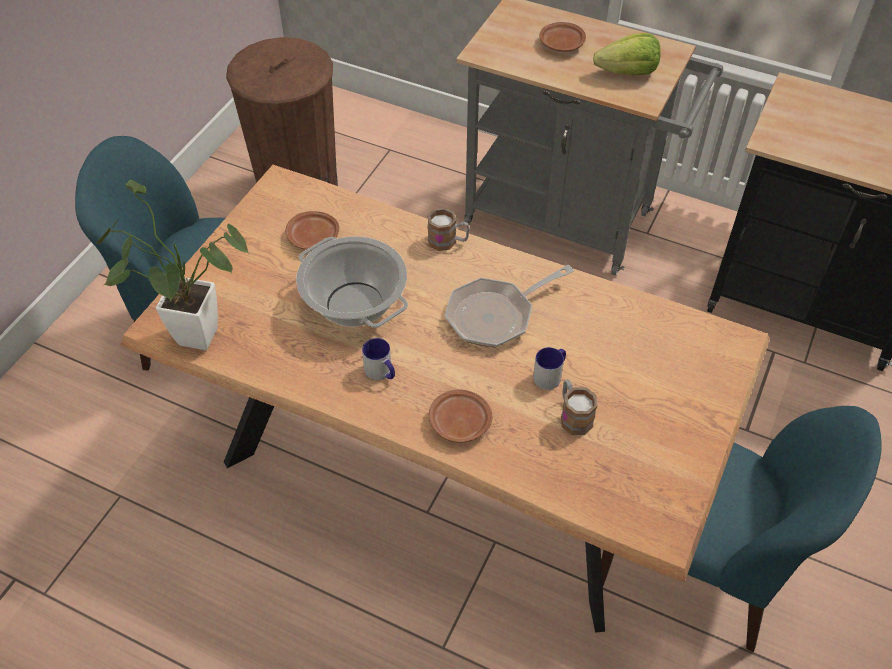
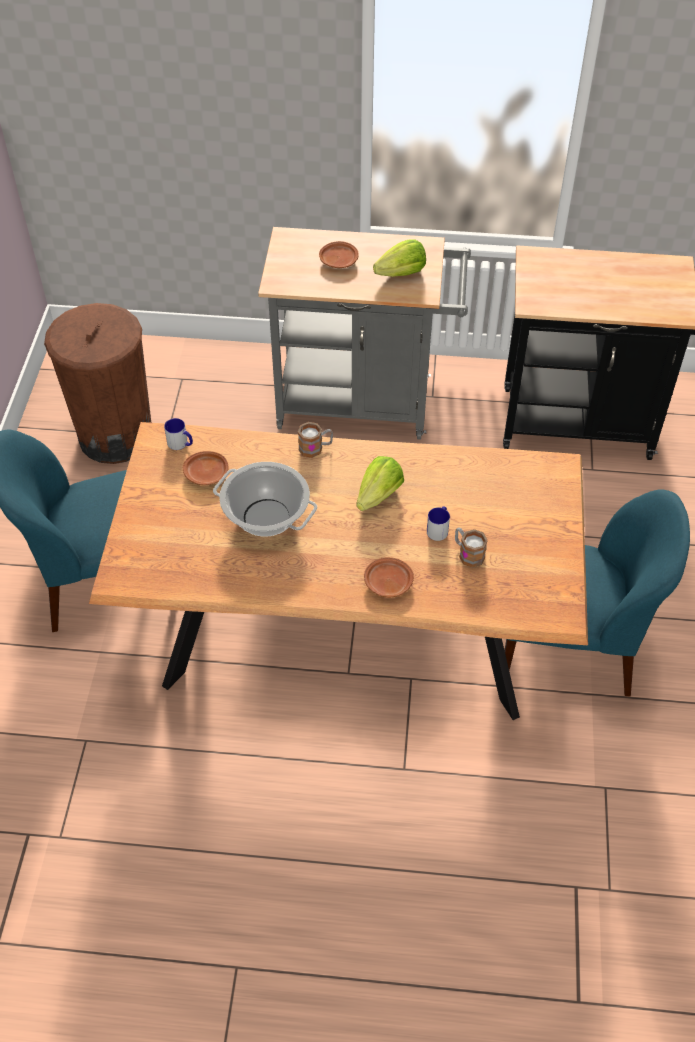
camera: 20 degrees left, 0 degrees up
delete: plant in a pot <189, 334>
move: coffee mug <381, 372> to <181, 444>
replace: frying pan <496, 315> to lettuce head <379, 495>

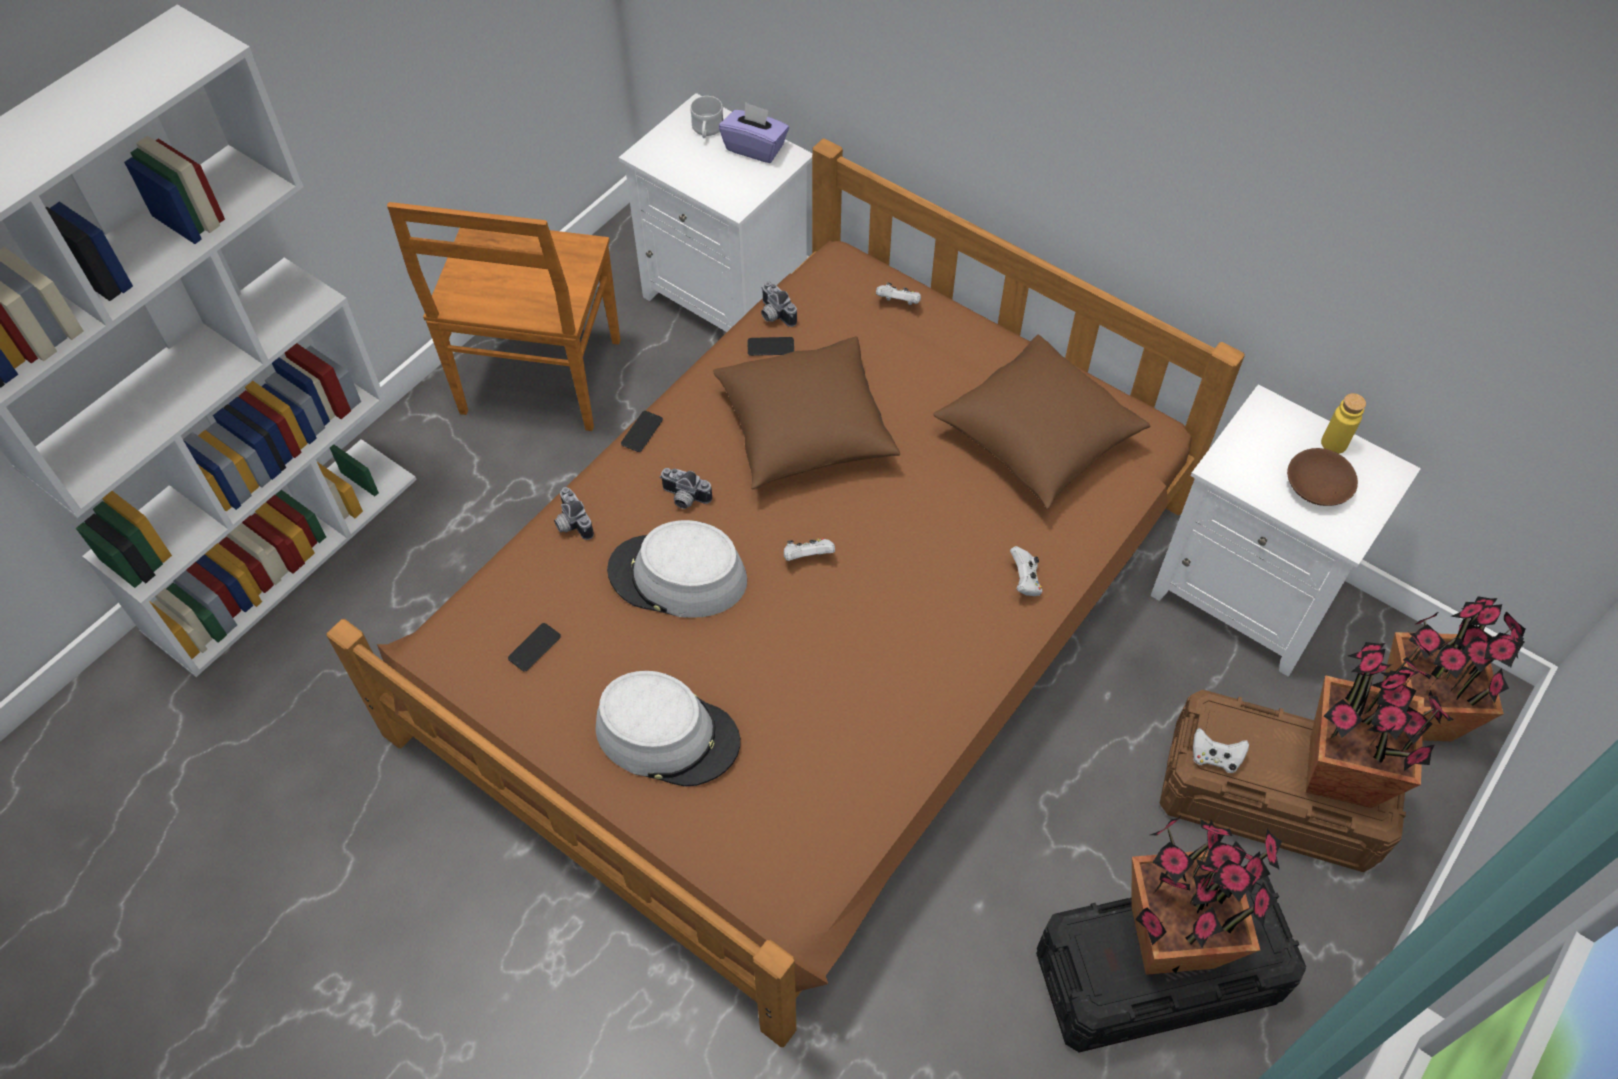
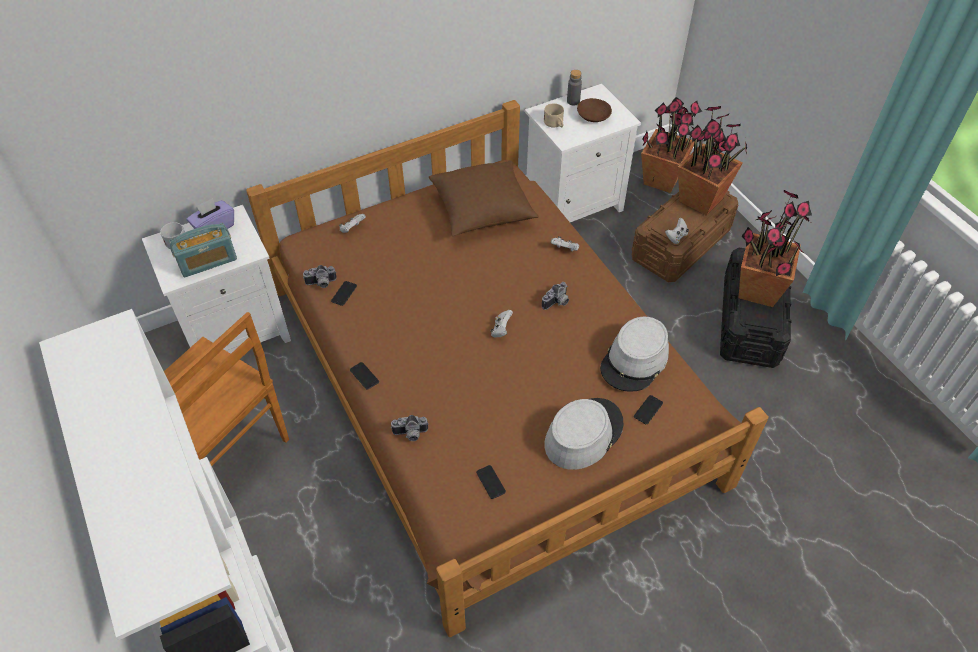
camera: 65 degrees left, 5 degrees down
delete: brownish throw pillow <805, 431>
insert: beige-coloured coffee mug <555, 124>; radio <207, 261>; handset <648, 410>
move: still camera <684, 498> to <557, 303>; greyish clothing hat <677, 576> to <635, 361>
recolor: yellow-coloured beverage bottle <1334, 443> to greyish beverage bottle <573, 101>

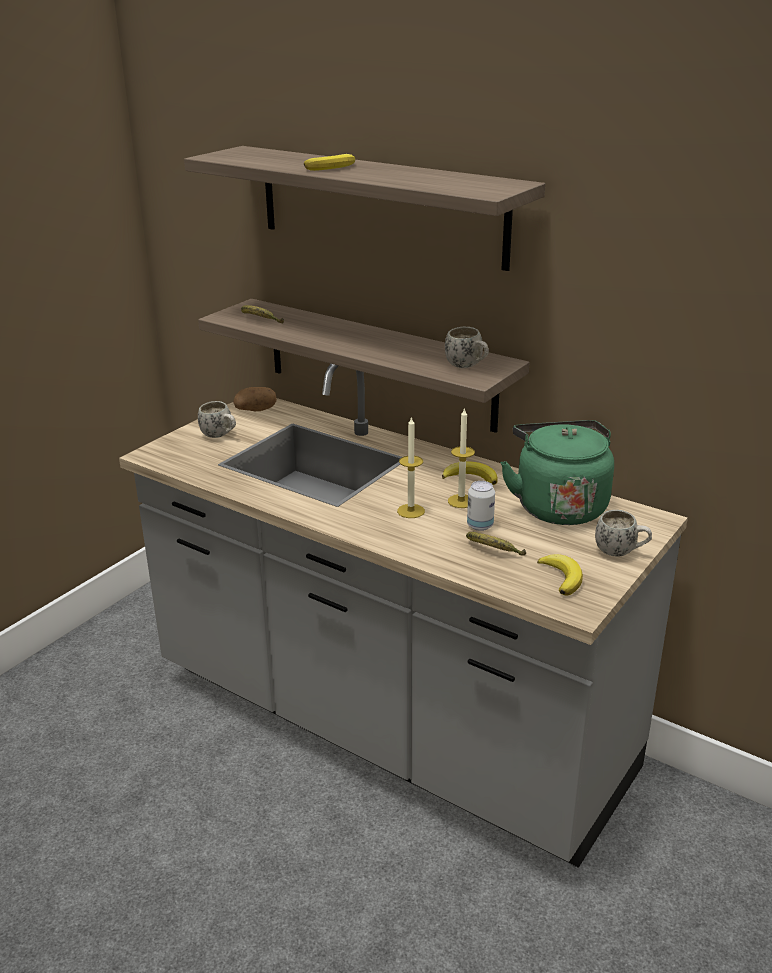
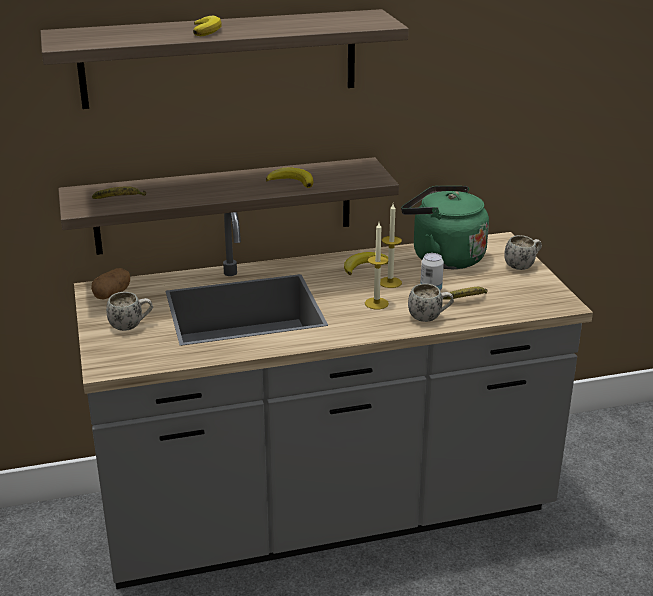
camera: 50 degrees left, 0 degrees up
move: white-coloured coffee mug <468, 367> to <430, 318>; banana fruit <562, 577> to <292, 181>

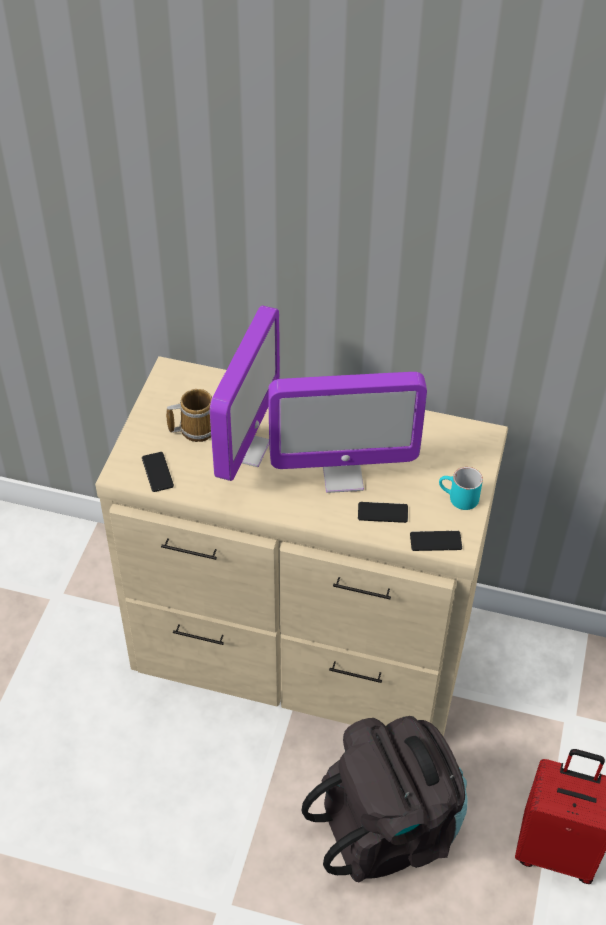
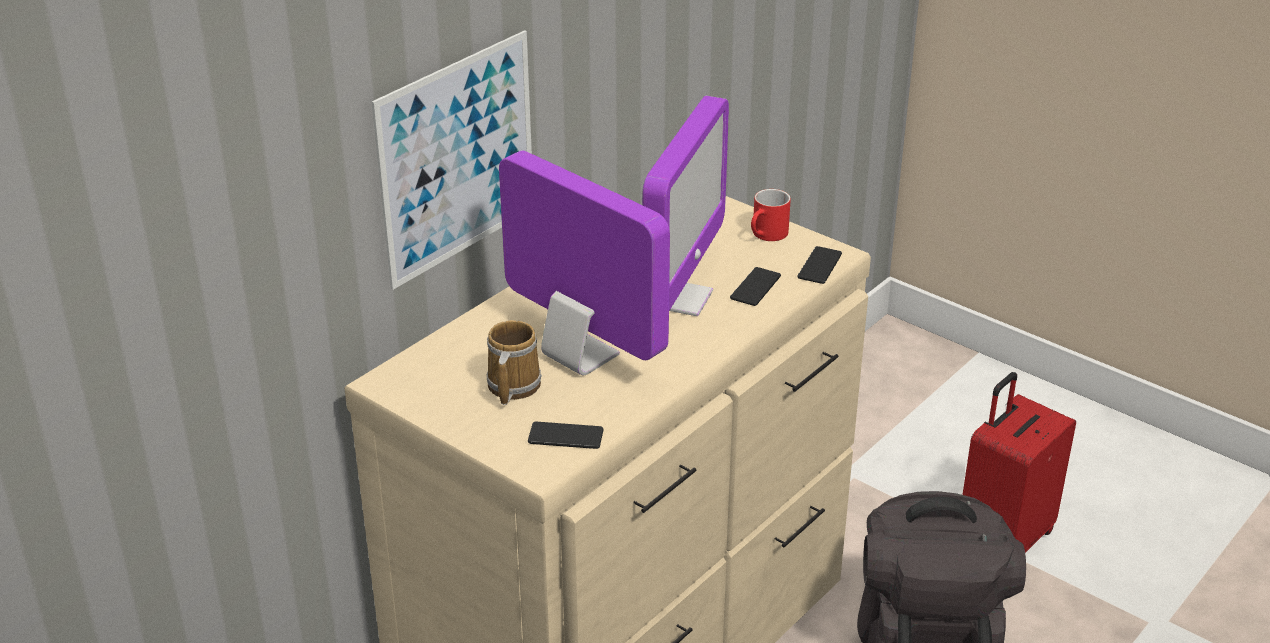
camera: 65 degrees left, 15 degrees down
insert: wall picture <457, 159>
recolor: turquoise coffee mug <458, 498> to reddish coffee mug <767, 236>

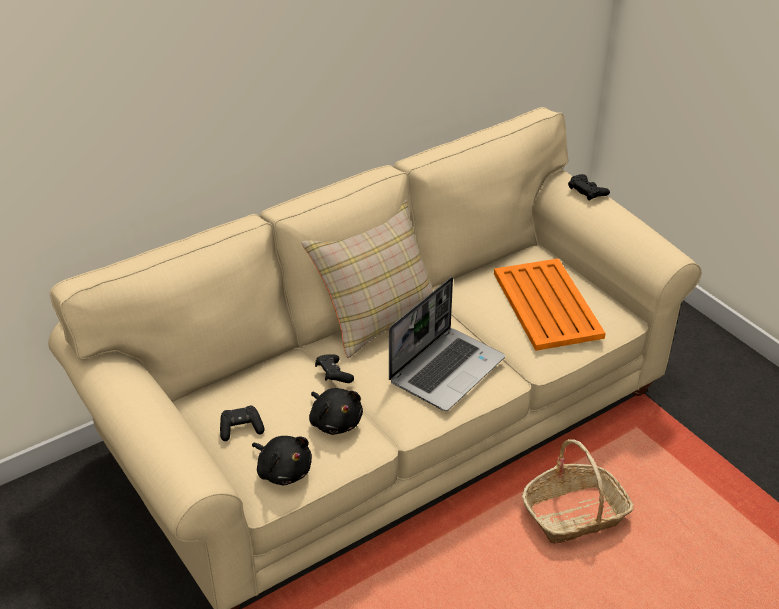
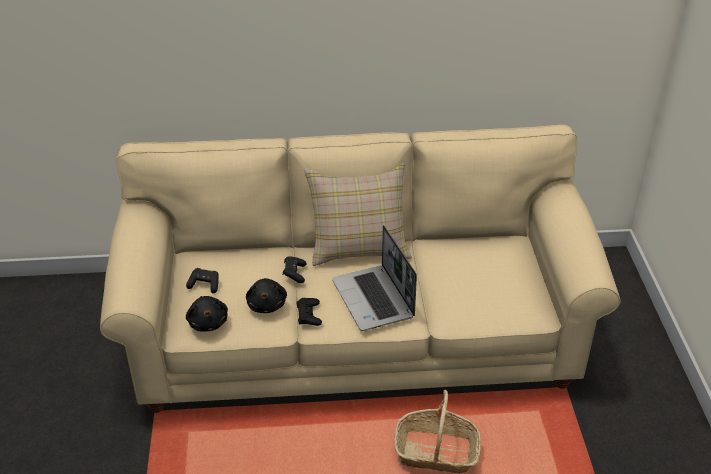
camera: 30 degrees right, 0 degrees up
delete: orange-coloured tray <547, 306>
move: black gamepad <587, 190> to <309, 315>
rotate: portable computer <446, 369> = <374, 300> 90 degrees clockwise

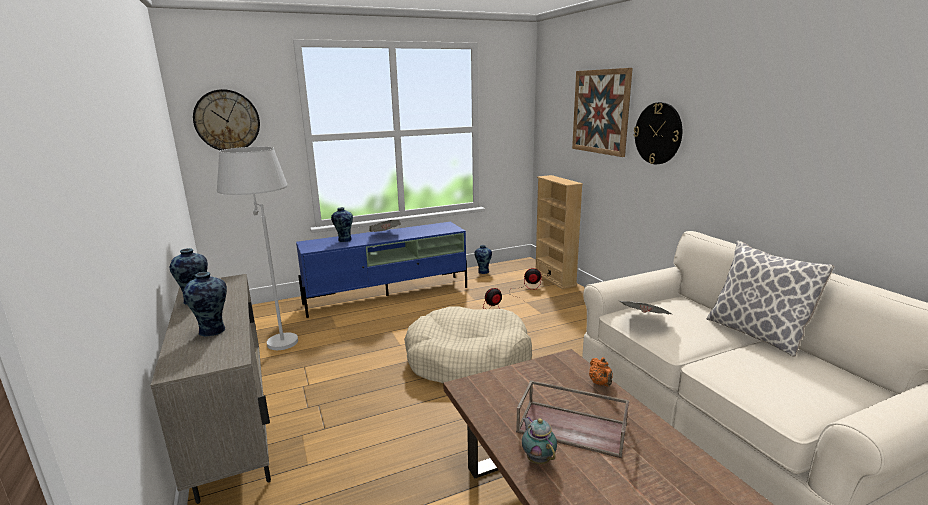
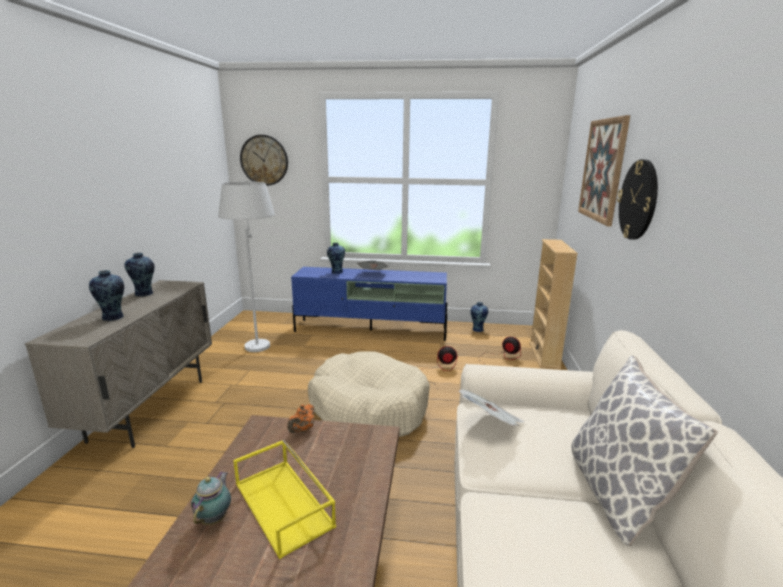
camera: 30 degrees right, 0 degrees up
move: orange-coloured pot for tea <600, 383> to <302, 430>
recolor: brownish tray <573, 427> to yellow-coloured tray <285, 504>

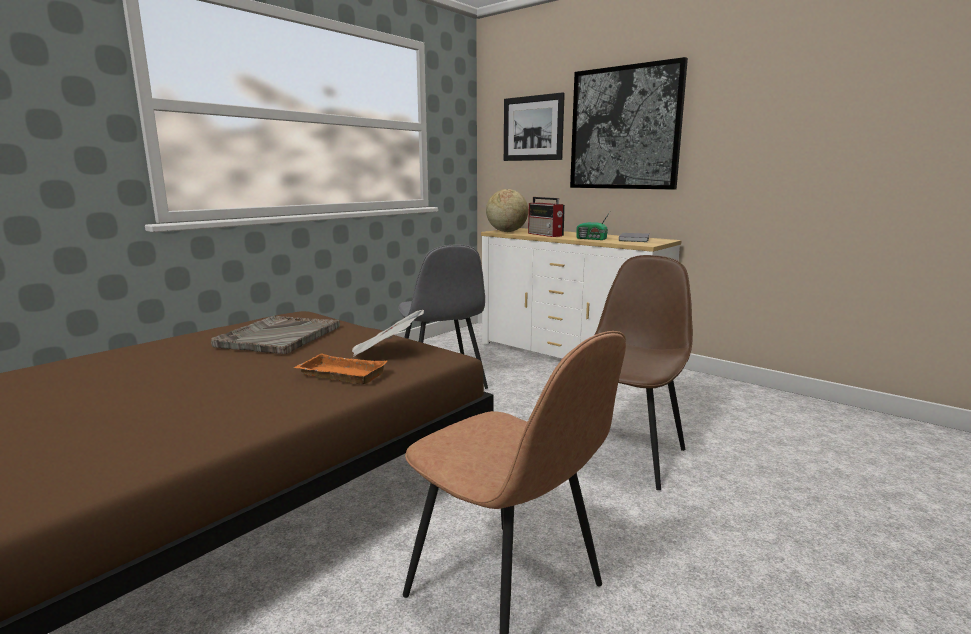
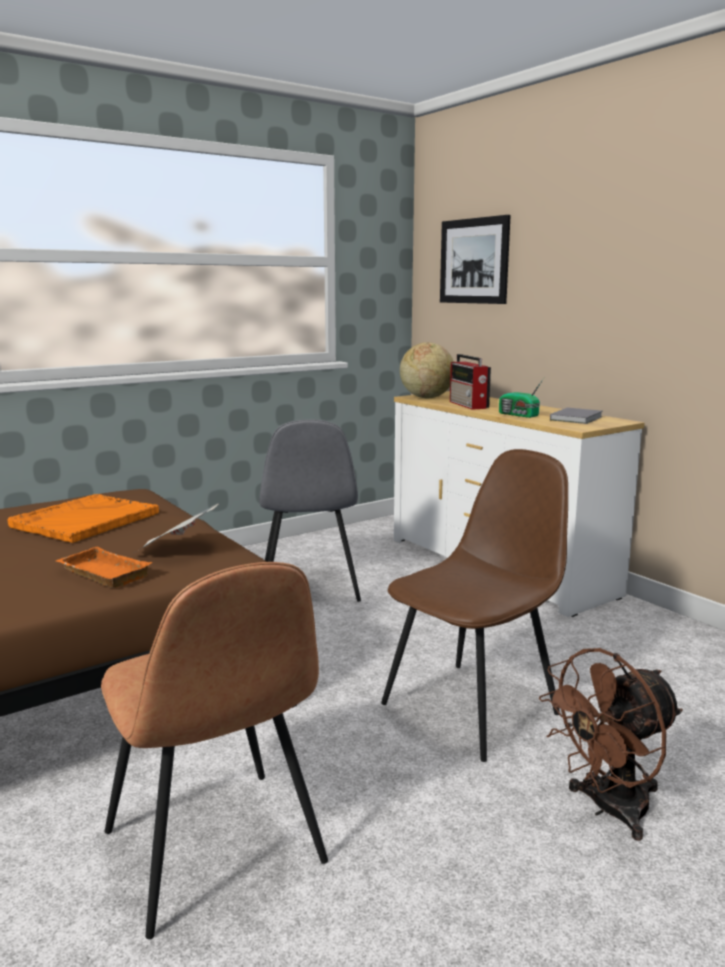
camera: 15 degrees right, 0 degrees up
delete: wall picture <625, 128>
insert: brownish cooling fan <608, 810>
recolor: greyish tray <278, 336> to orange-coloured tray <84, 520>

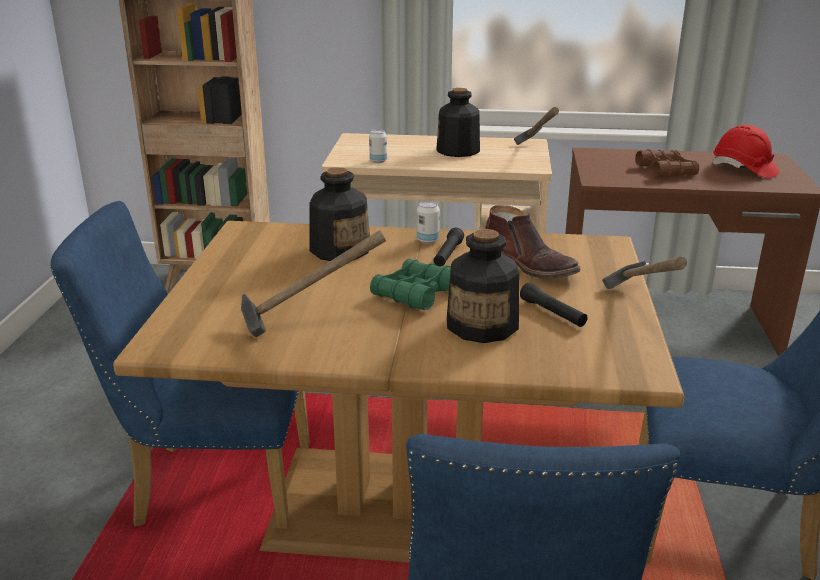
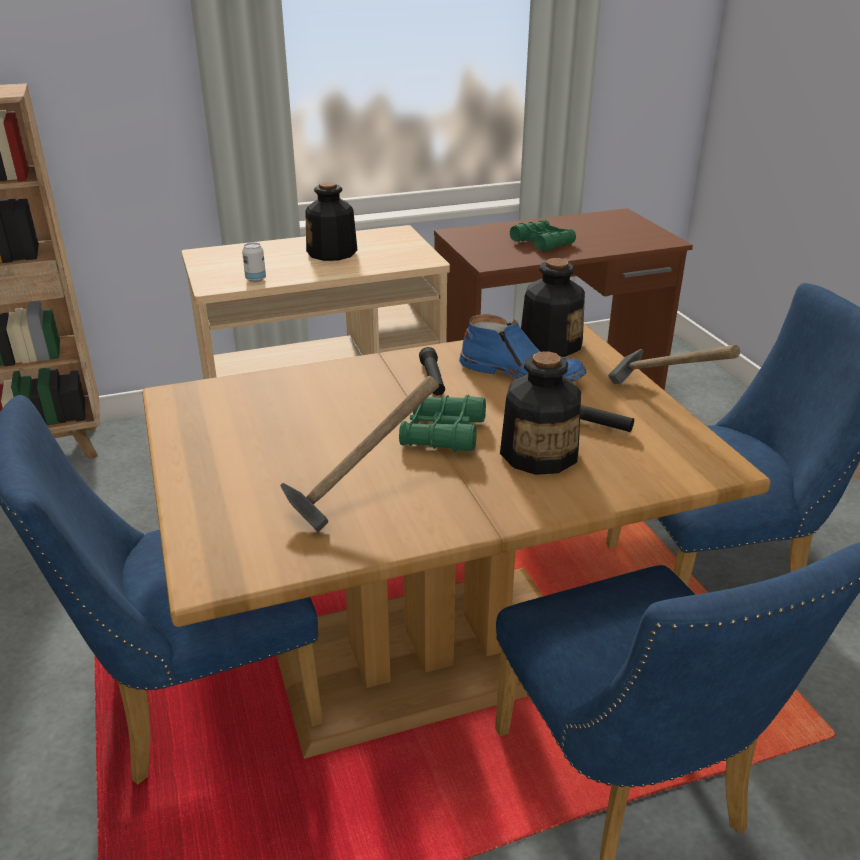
camera: 25 degrees left, 5 degrees up
delete: hammer <537, 153>; reddish hard hat <743, 169>; metal can <427, 240>
move: beverage bottle <340, 250> to <550, 344>
recolor: brownish field glasses <666, 171> to green field glasses <542, 243>; brownish tall boot <530, 264> to blue-coloured tall boot <521, 373>

